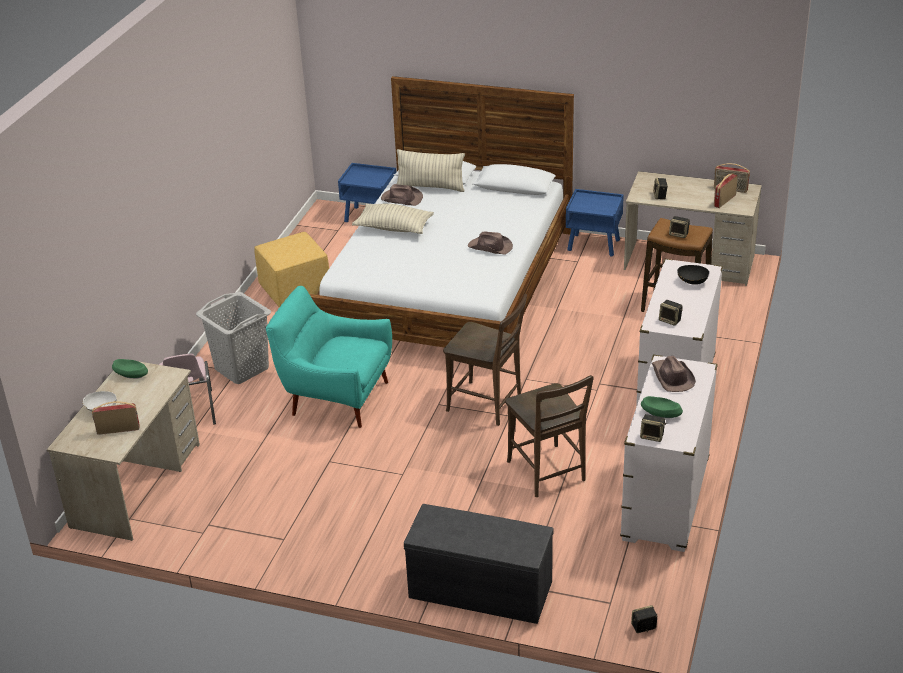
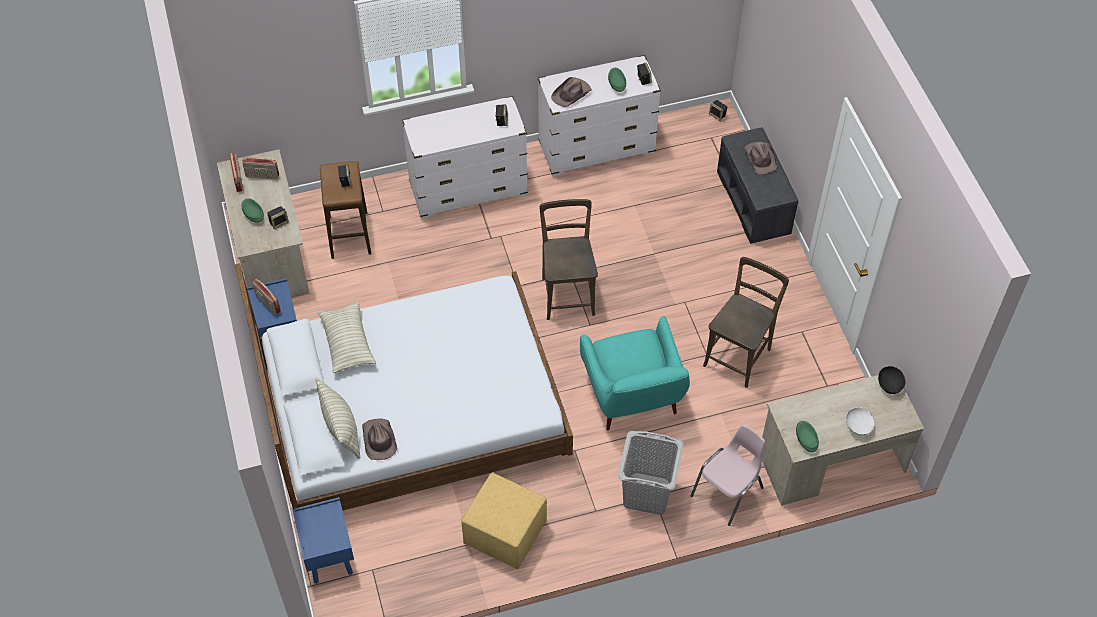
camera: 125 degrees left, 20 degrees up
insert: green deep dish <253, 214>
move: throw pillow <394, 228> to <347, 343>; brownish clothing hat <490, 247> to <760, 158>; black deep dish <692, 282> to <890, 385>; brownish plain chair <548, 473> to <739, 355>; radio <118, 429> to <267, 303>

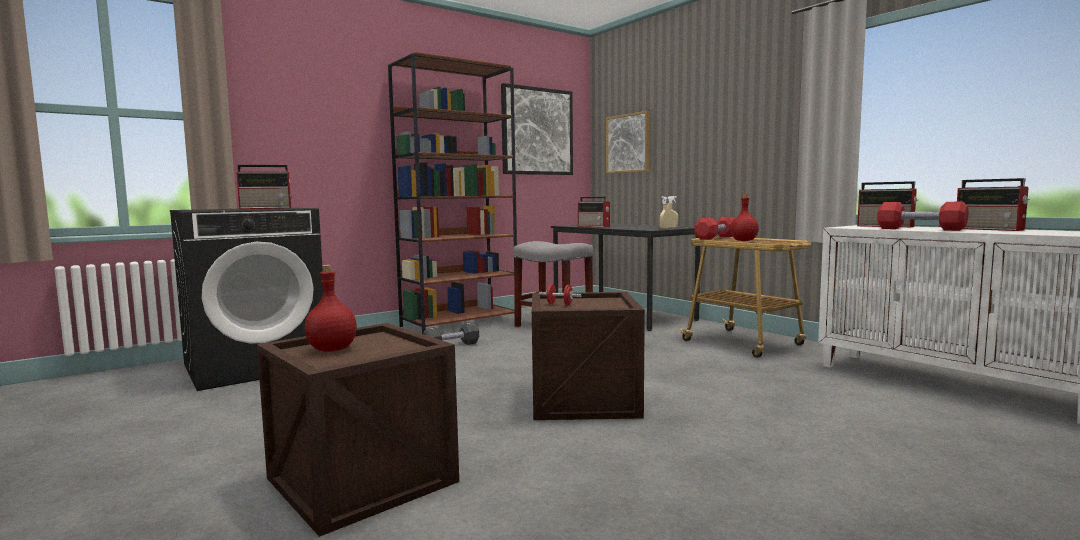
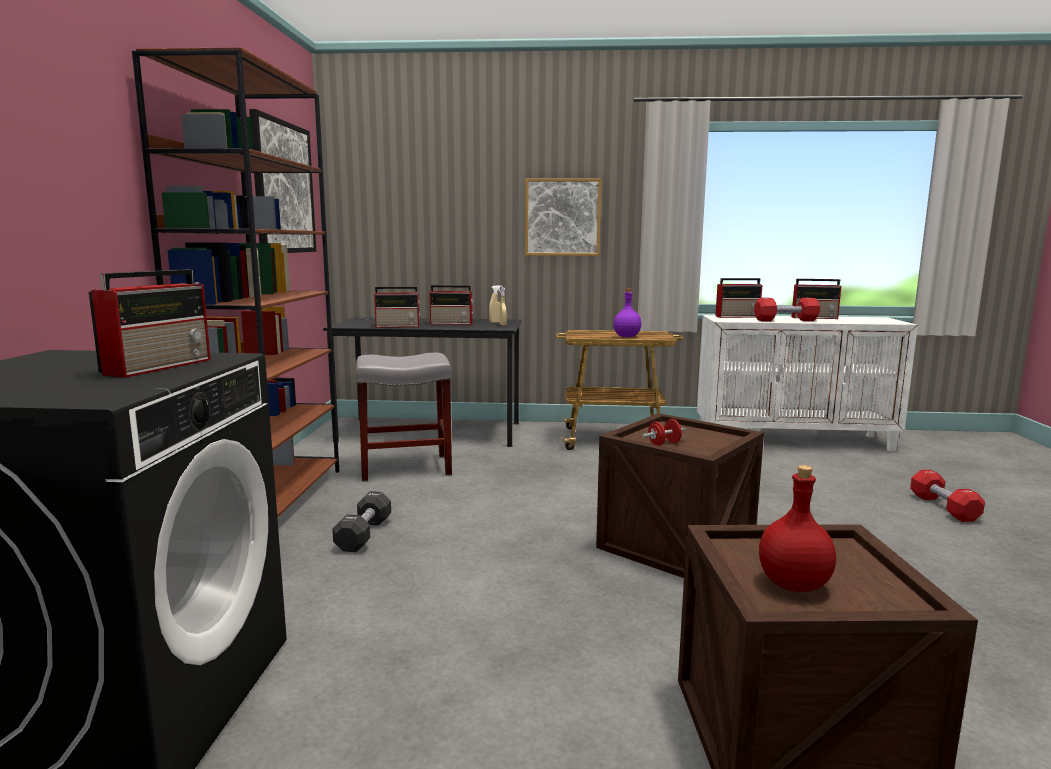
camera: 50 degrees left, 5 degrees up
insert: radio <452, 323>
move: wall picture <628, 143> to <562, 217>; reddish free weight <716, 238> to <943, 508>
recolor: reddish beverage bottle <743, 240> to purplish beverage bottle <626, 336>

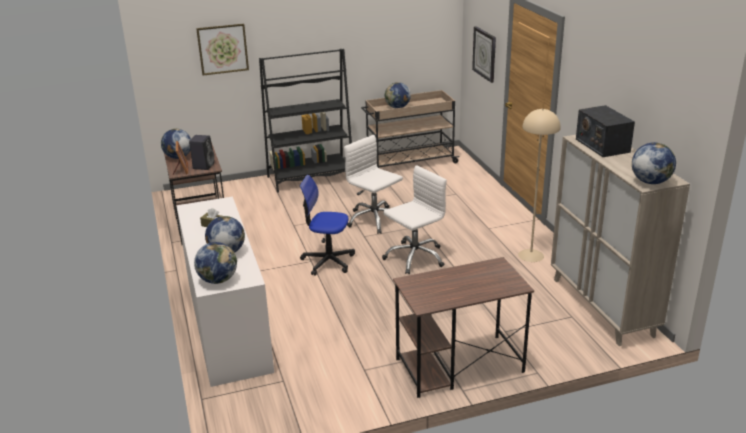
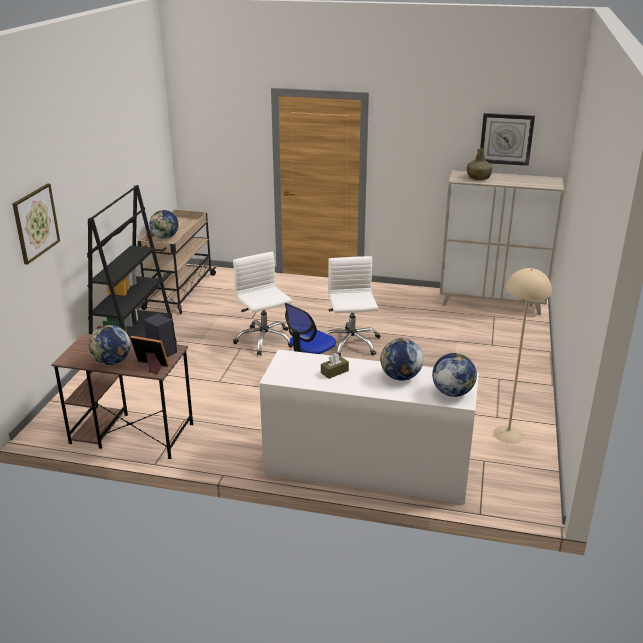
camera: 60 degrees left, 0 degrees up
delete: desk globe <650, 182>; brownish desk table <458, 366>
move: wall clock <484, 54> to <506, 139>; beige-coloured standard lamp <531, 255> to <508, 434>
replace: radio <602, 145> to green beverage bottle <478, 177>
rotate: white-coloured computer chair <374, 220> = <264, 340> 75 degrees clockwise

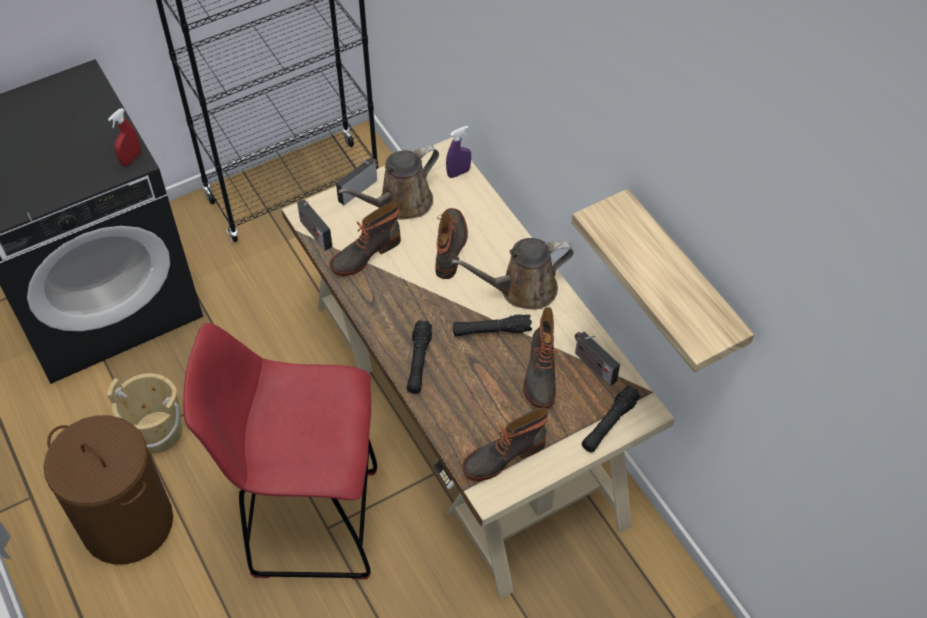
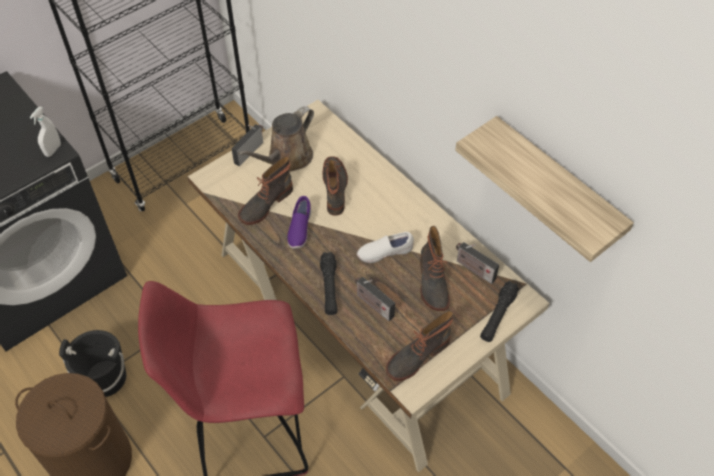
camera: 10 degrees left, 0 degrees up
delete: purplish sprayer <458, 173>; brownish sprinkling can <522, 289>
insert: purplish item of footwear <299, 230>
move: radio <314, 232> to <373, 305>
replace: black hand torch <491, 331> to white-coloured item of footwear <384, 253>
recolor: reddish sprayer <131, 159> to white-coloured sprayer <53, 150>; beige-coloured pail <157, 431> to black pail <105, 378>

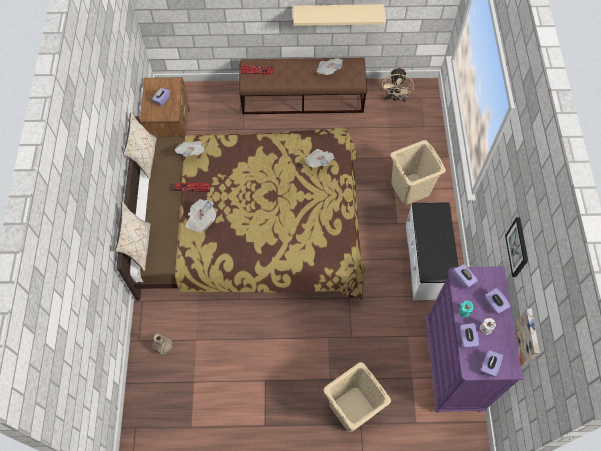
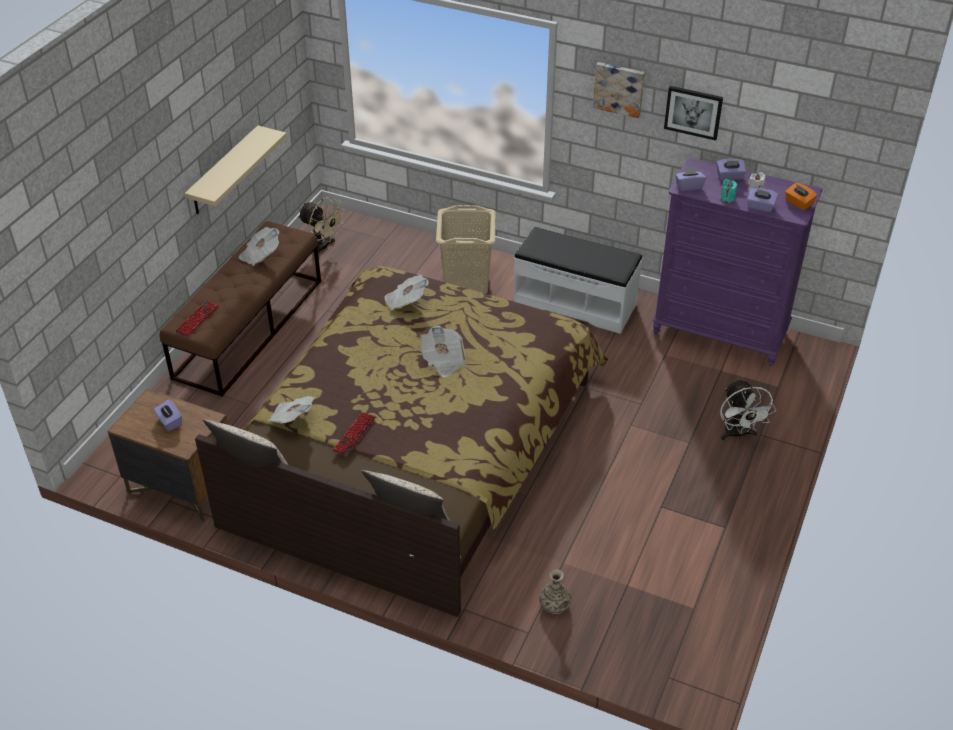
camera: 65 degrees left, 20 degrees down
move: newspaper <201, 220> to <443, 361>; wall picture <529, 337> to <619, 88>
replace: beige-coloured laundry basket <353, 408> to white-coloured cooling fan <737, 434>
recolor: purplish tissue box <489, 366> to orange-coloured tissue box <798, 203>

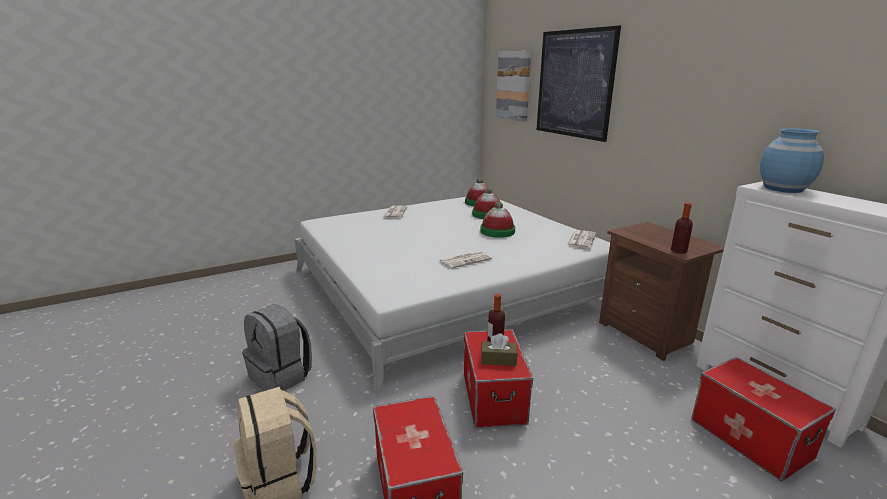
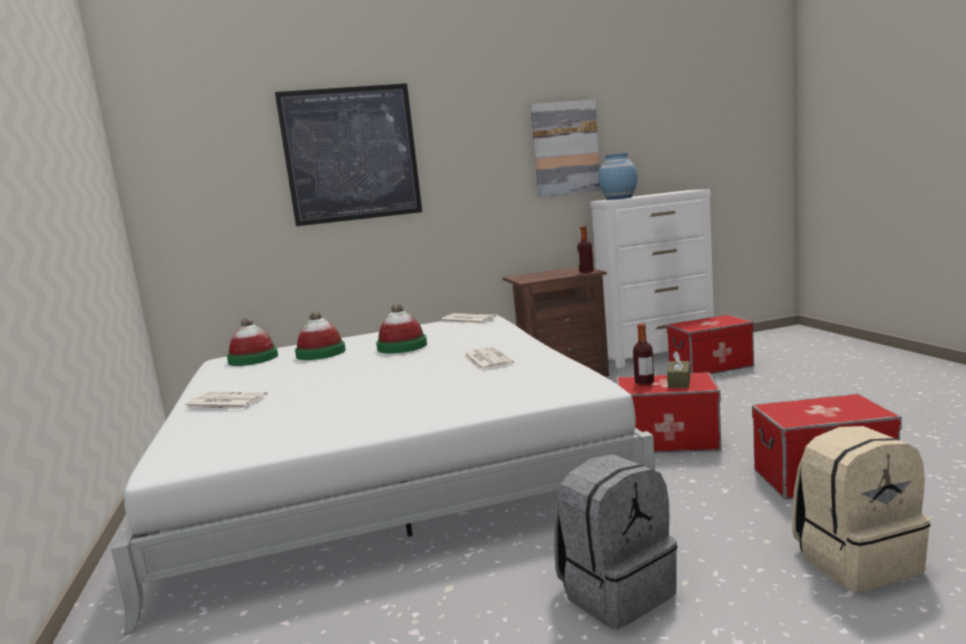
camera: 75 degrees left, 10 degrees down
move: wall picture <514, 86> to <565, 148>

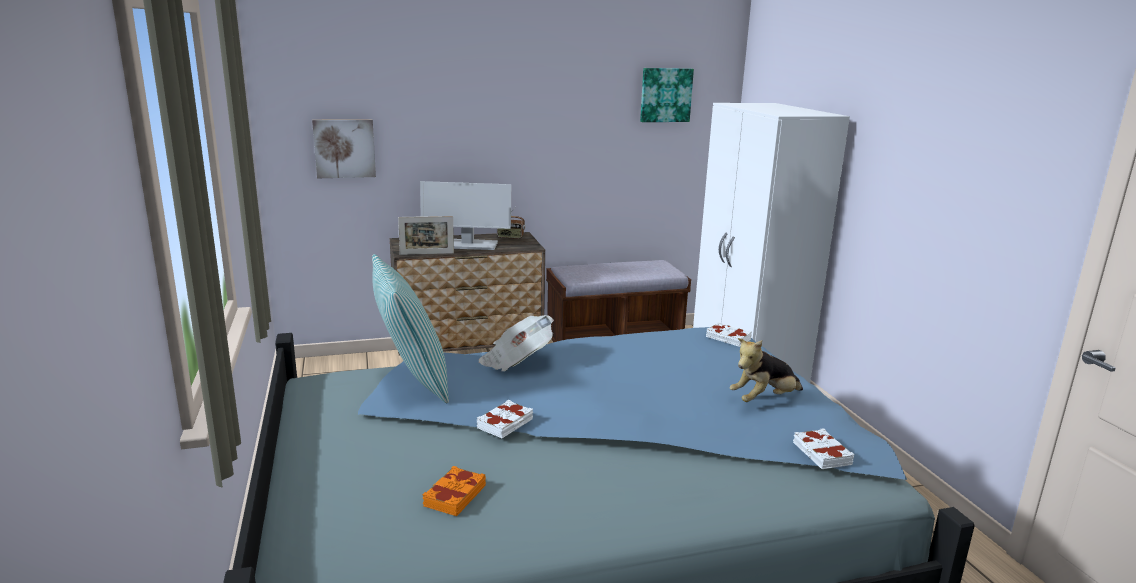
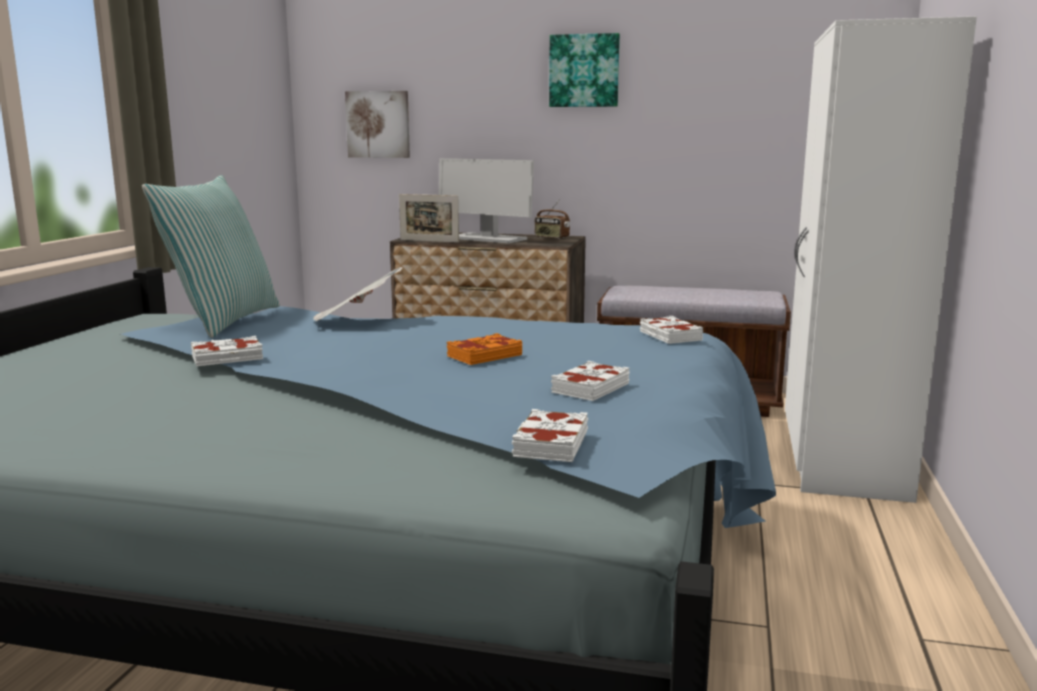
camera: 30 degrees right, 5 degrees down
move: wall picture <665, 95> to <584, 71>; orange-coloured book <454, 496> to <483, 356>
replace: plush toy <764, 400> to white-coloured book <589, 388>

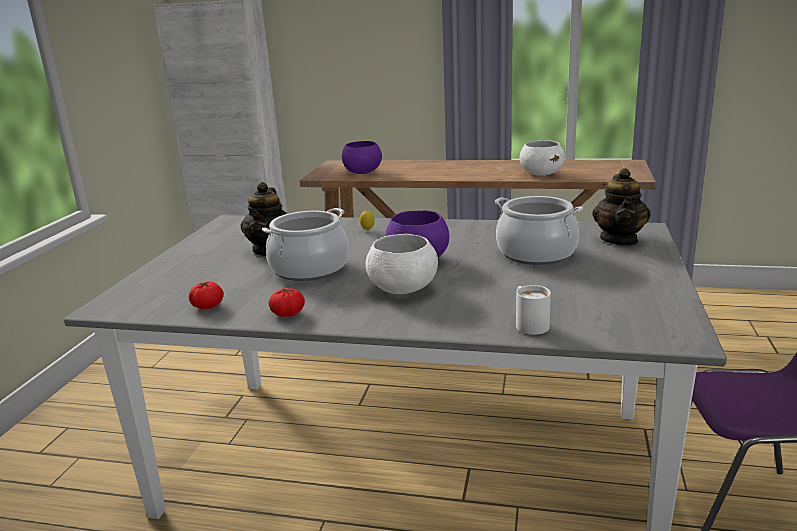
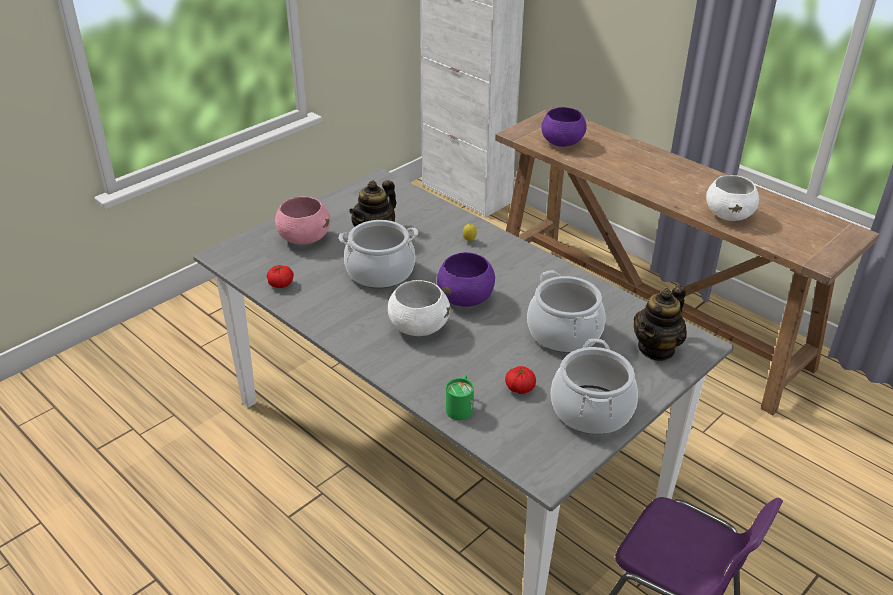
camera: 30 degrees right, 15 degrees up
insert: pink deep dish <304, 238>; cooking pot <592, 410>
move: fresh tomato <288, 314> to <520, 388>
recolor: white-coloured coffee mug <528, 324> to green coffee mug <460, 406>

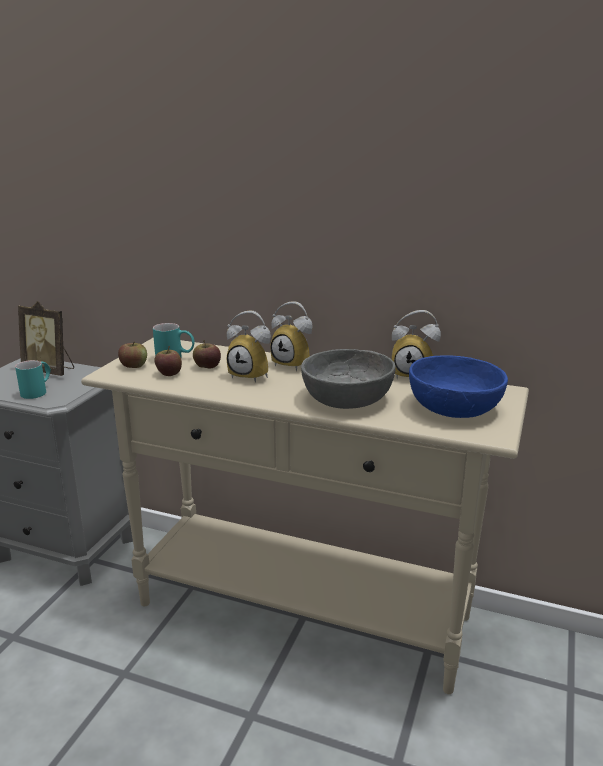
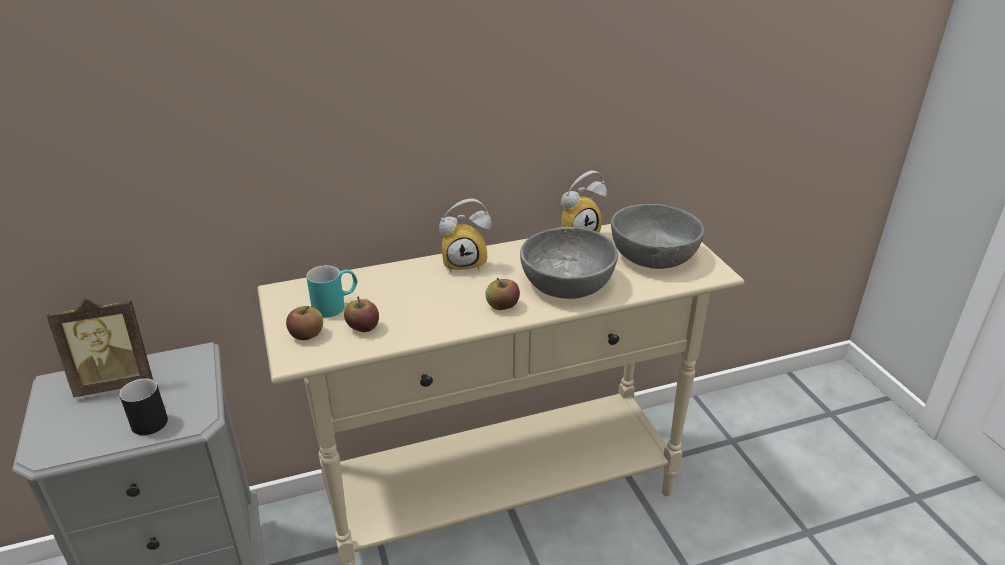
camera: 40 degrees left, 10 degrees up
delete: table clock <252, 375>
move: apple <207, 366> to <502, 306>
recolor: blue-coloured deep dish <454, 406> to greyish deep dish <653, 255>; turquoise coffee mug <38, 391> to black coffee mug <150, 417>

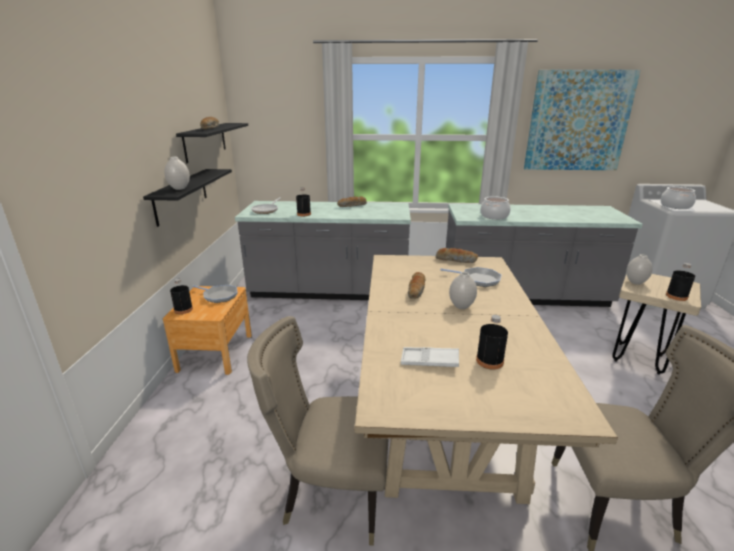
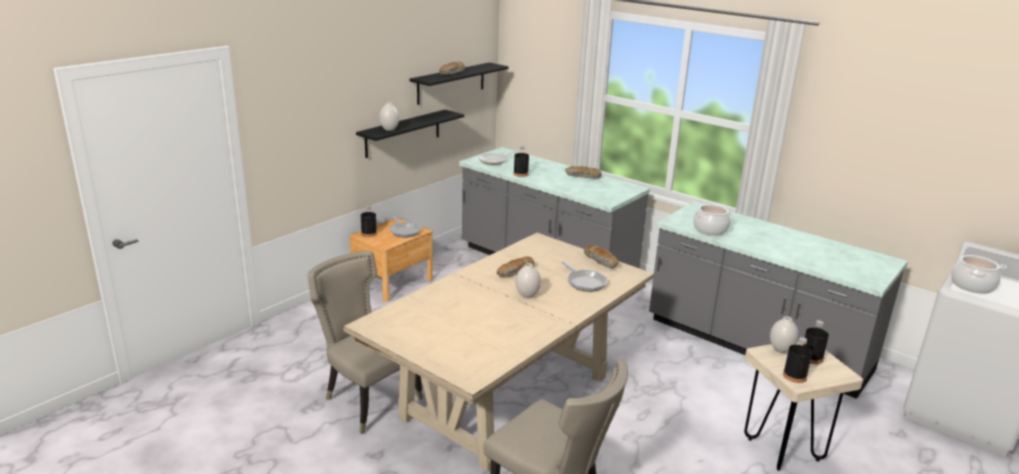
camera: 35 degrees right, 0 degrees up
delete: wall picture <578, 121>; white-coloured tray <429, 361>
move: black beverage bottle <489, 361> to <811, 358>

